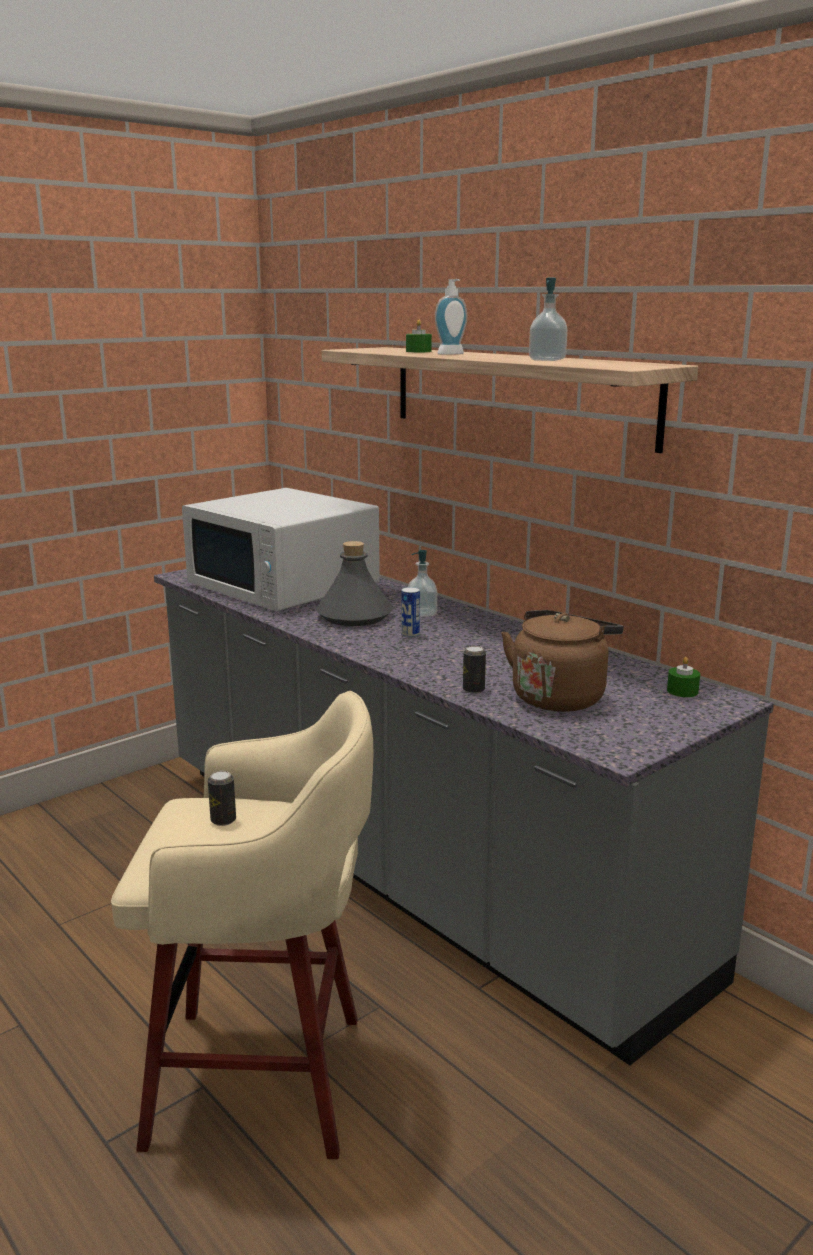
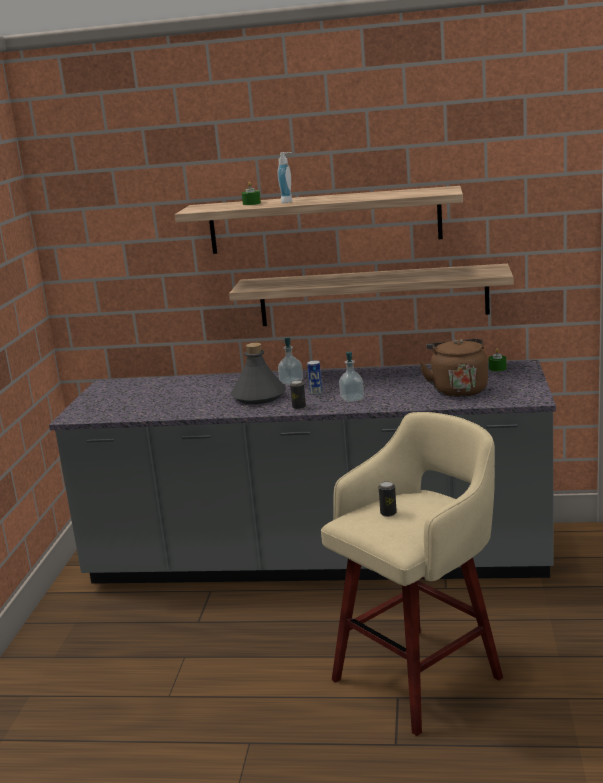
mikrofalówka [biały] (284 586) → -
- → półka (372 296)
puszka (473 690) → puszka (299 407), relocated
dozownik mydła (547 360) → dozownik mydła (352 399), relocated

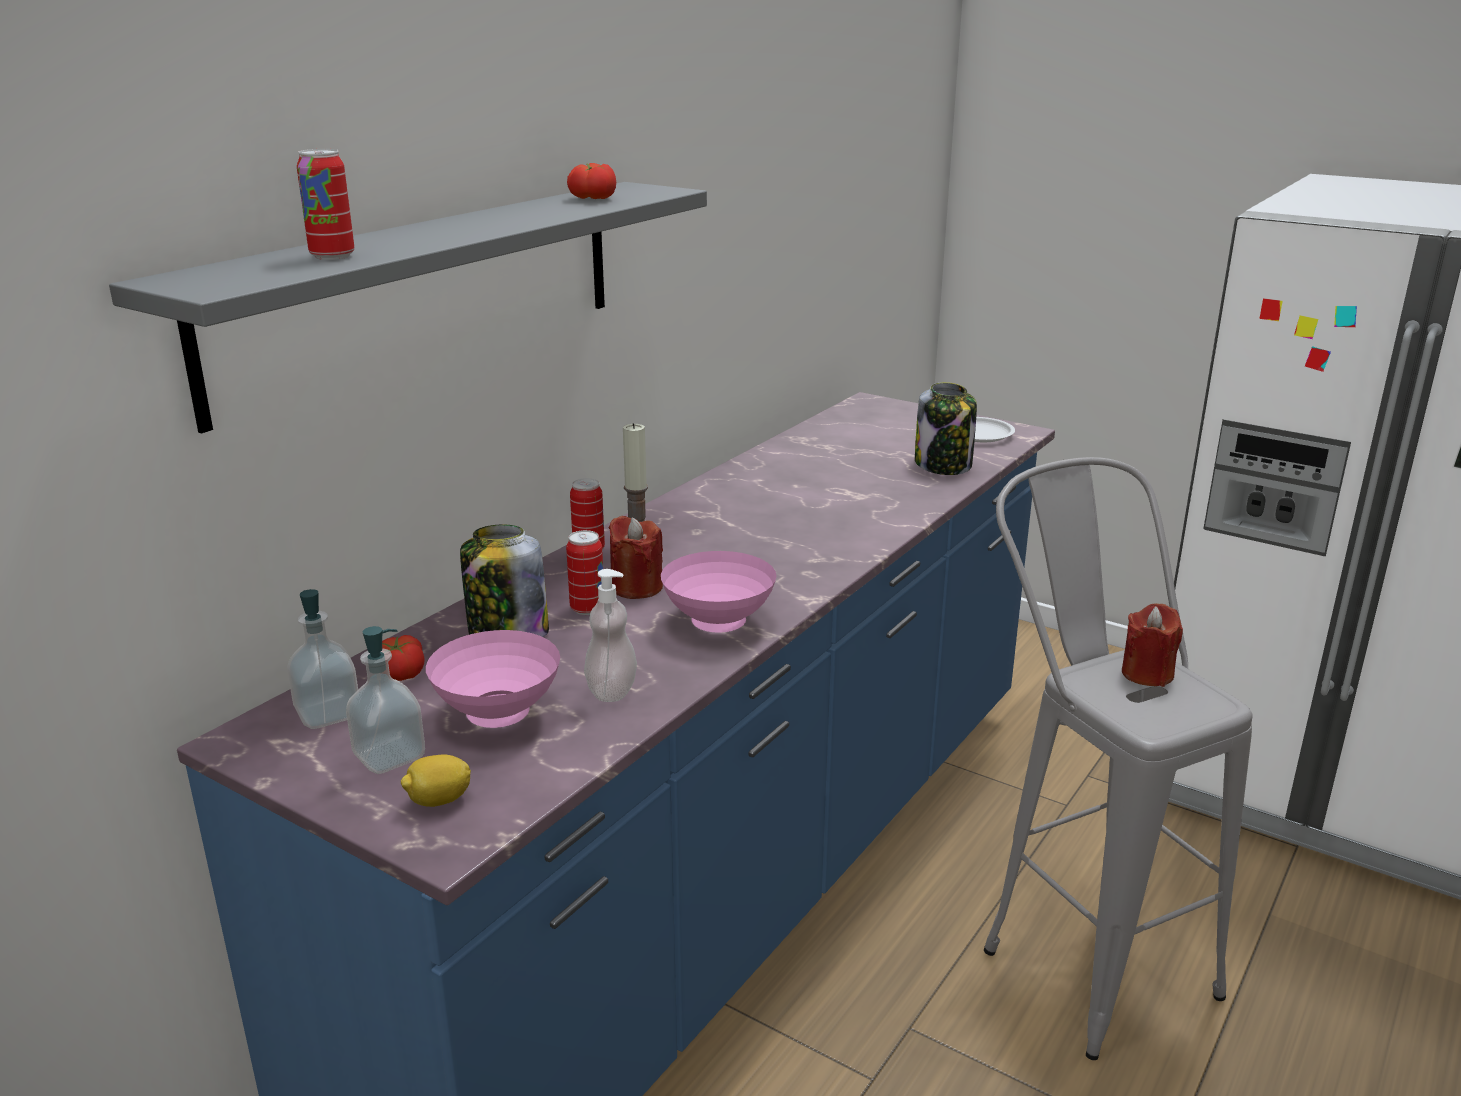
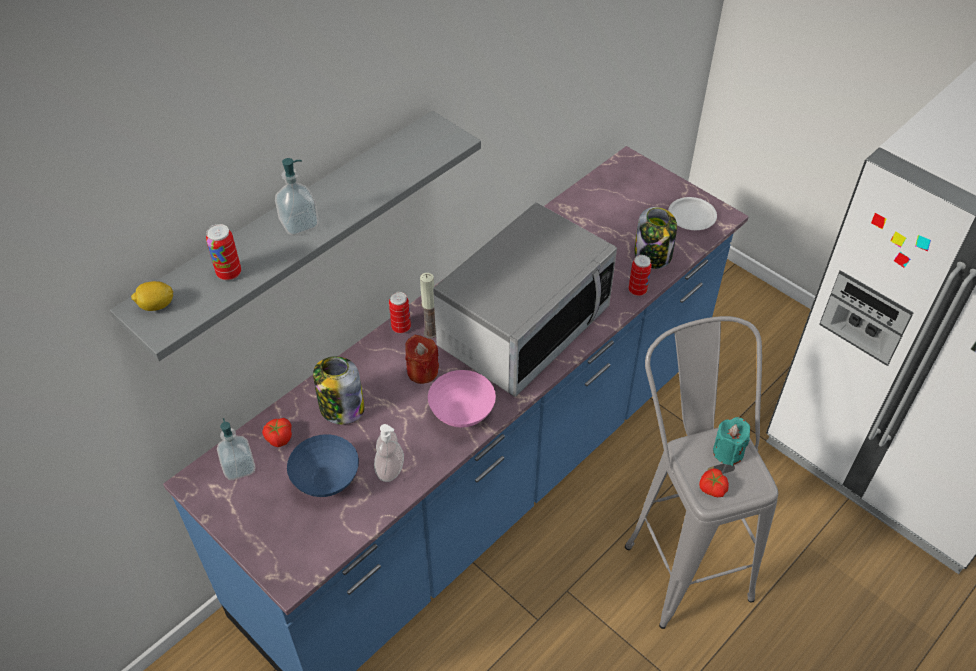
- → mikrofalówka (523 328)
dozownik mydła (389 756) → dozownik mydła (299 224), relocated
cytryna (438 801) → cytryna (156 305), relocated
puszka (587 609) → puszka (637 290), relocated
pomidor (592 199) → pomidor (711 488), relocated
miska [różowy] (497 714) → miska [niebieski] (326 481)
świeca [czerwony] (1147 674) → świeca [turkusowy] (728 452)

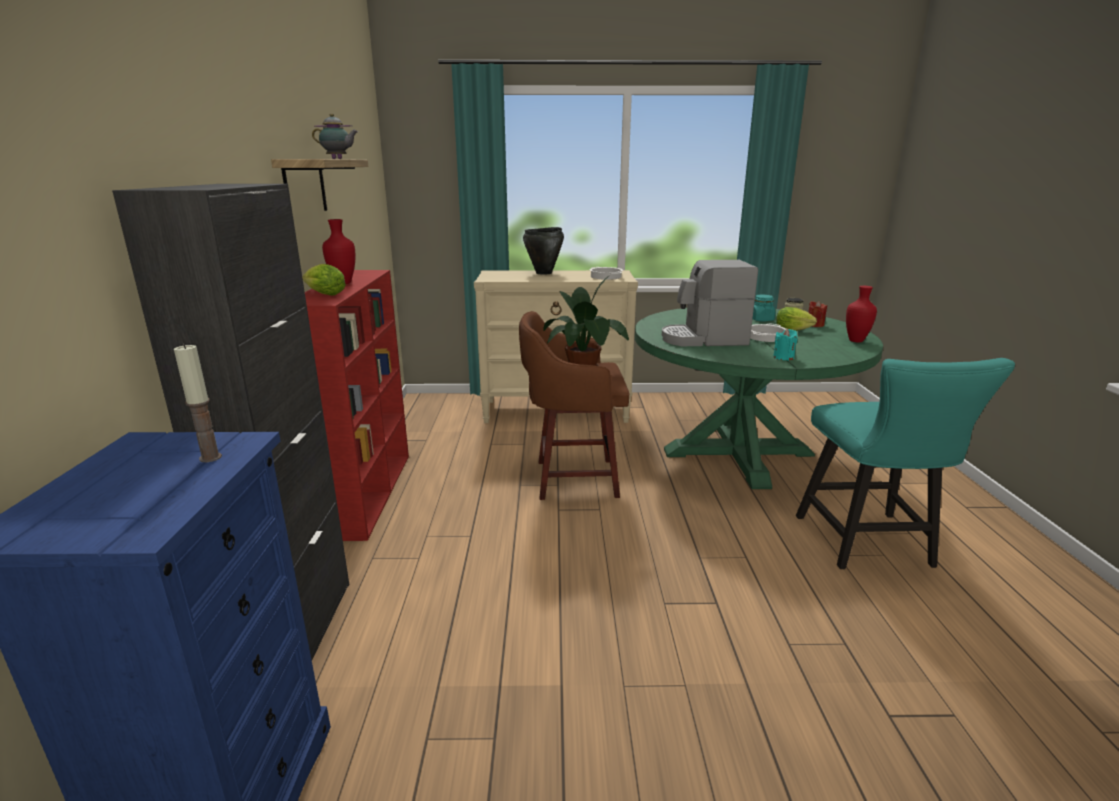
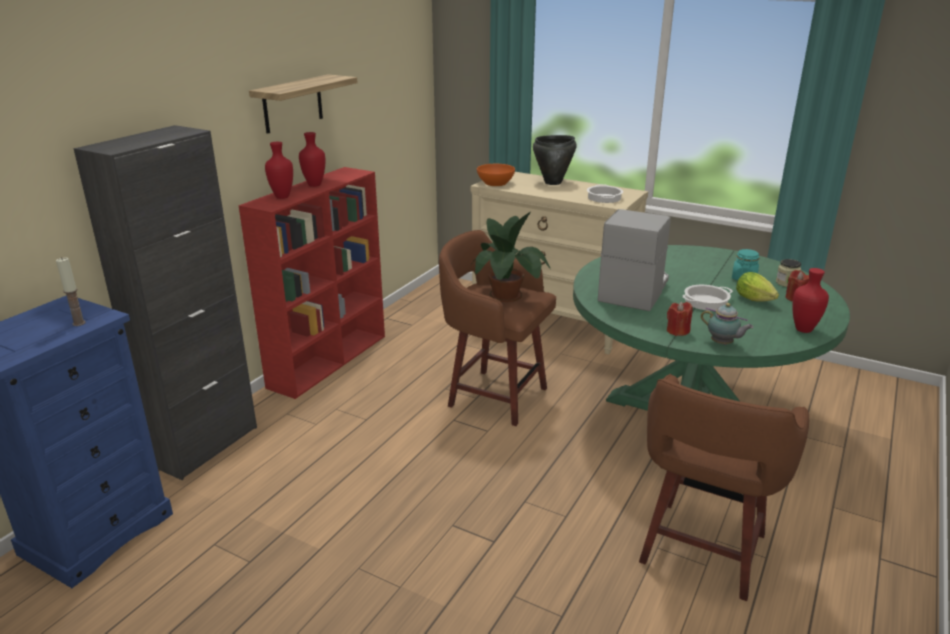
- → miska [pomarańczowy] (496 183)
imbryk (338 159) → imbryk (723 344), relocated
sałata (323 294) → wazon [czerwony] (282 197)
krzesło [turkusowy] (869 546) → stołek [brązowy] (701 552)
świeca [turkusowy] (783 357) → świeca [czerwony] (677 331)
ekspres do kawy (704 339) → ekspres do kawy (634 291), 90 degrees clockwise

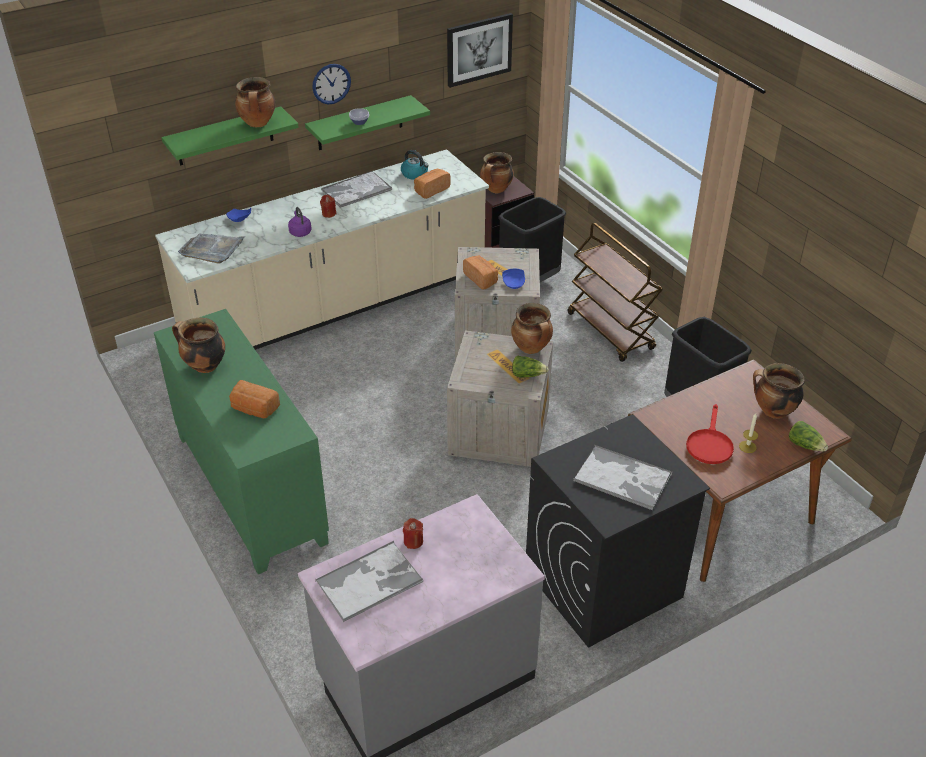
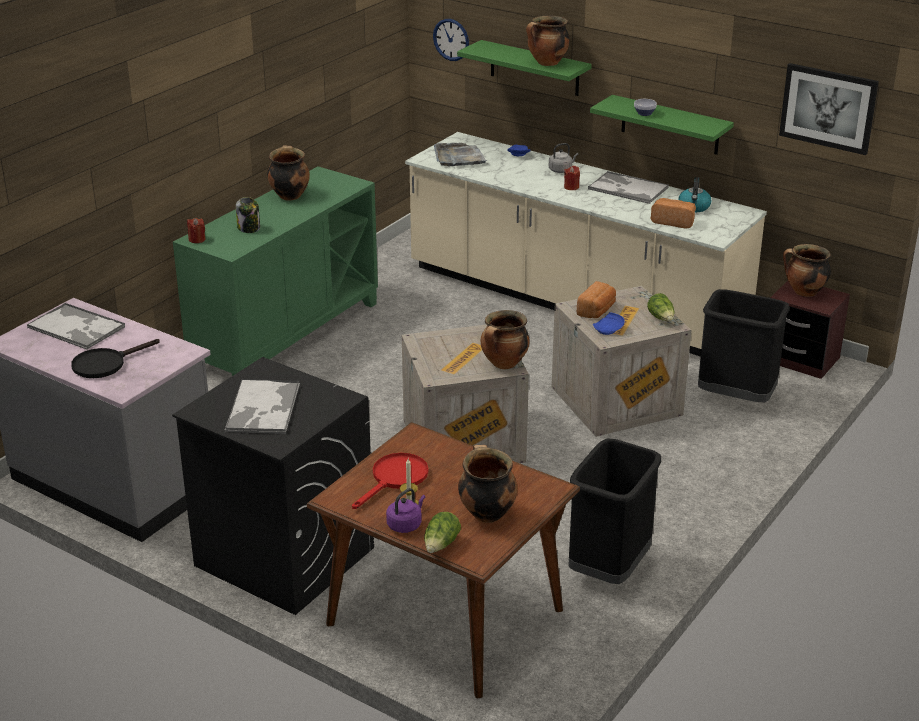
wózek [brązowy] (611 331) → -
- → patelnia [czarny] (105 364)
- → czajnik [szary] (561 170)
czajnik [fioletowy] (300 232) → czajnik [fioletowy] (405 525), relocated
zegar ścienny (331 83) → zegar ścienny (451 39), relocated
świeca [czerwony] (413 541) → świeca [czerwony] (197 239), relocated
sałata (527 374) → sałata (661 318), relocated
chleb (254 409) → słoik (249 228)
patelnia [czerwony] (709 444) → patelnia [czerwony] (395 479), 135 degrees clockwise

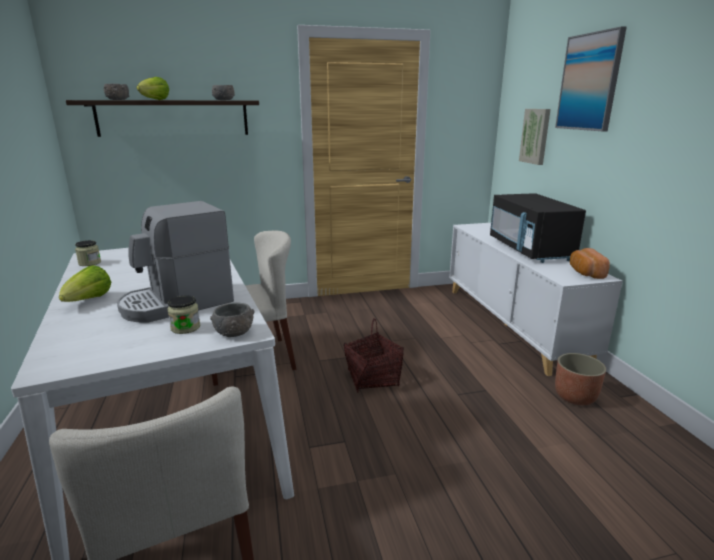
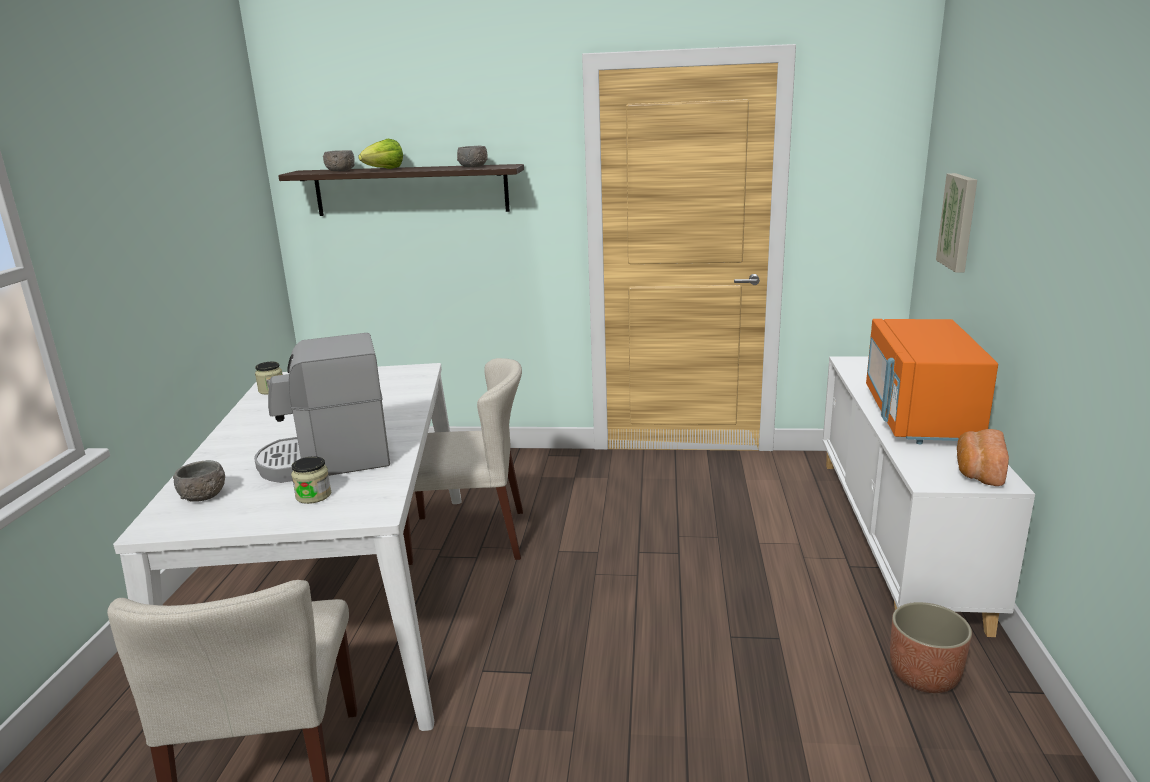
sałata (88 301) → -
koszyk (373 378) → -
obraz (589 82) → -
miska [szary] (234 332) → miska [szary] (203 495), relocated
mikrofalówka [czarny] (529 250) → mikrofalówka [pomarańczowy] (919 417)

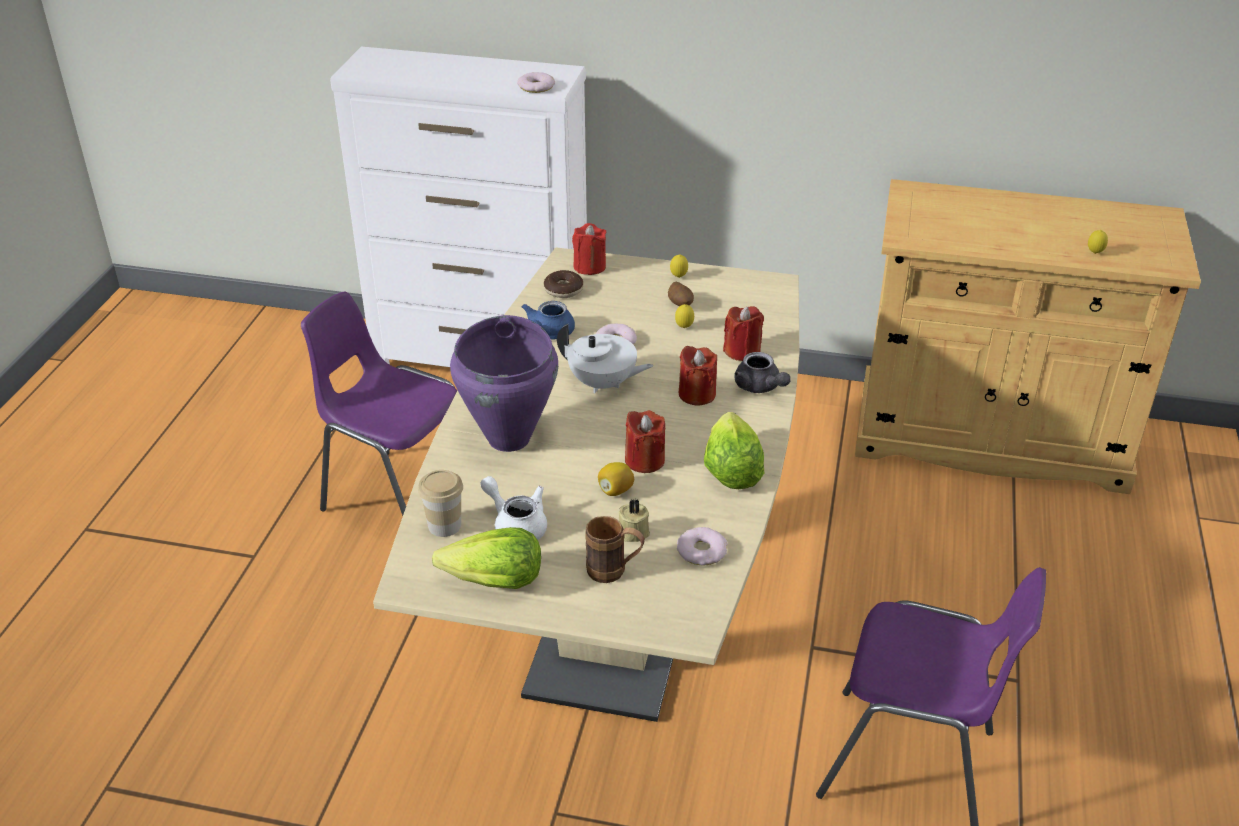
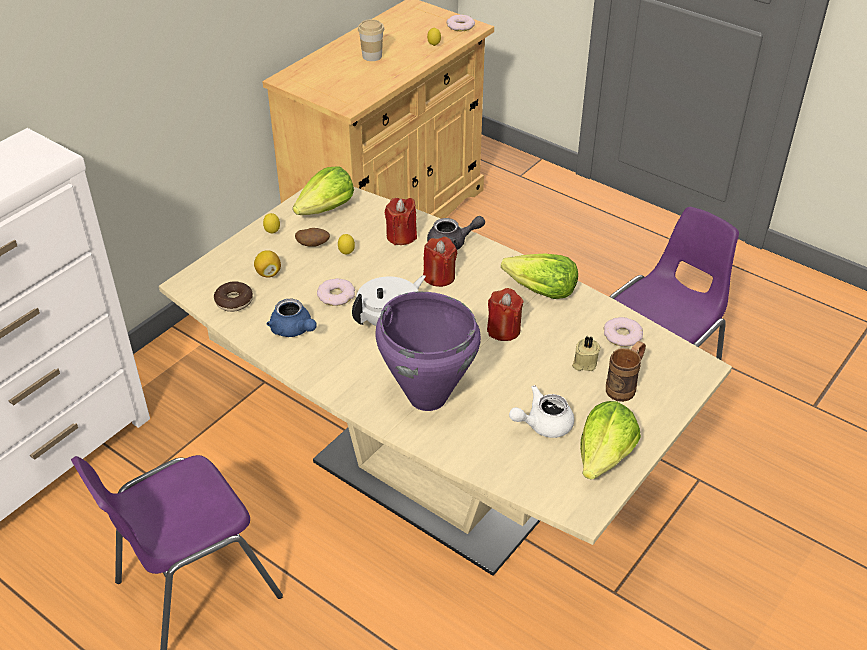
świeca [czerwony] (589 267) → -
- → sałata (326 209)
filiżanka (444 525) → filiżanka (372 56), relocated
donut (536 87) → donut (460 26), relocated
cytryna (615 490) → cytryna (268 273), relocated

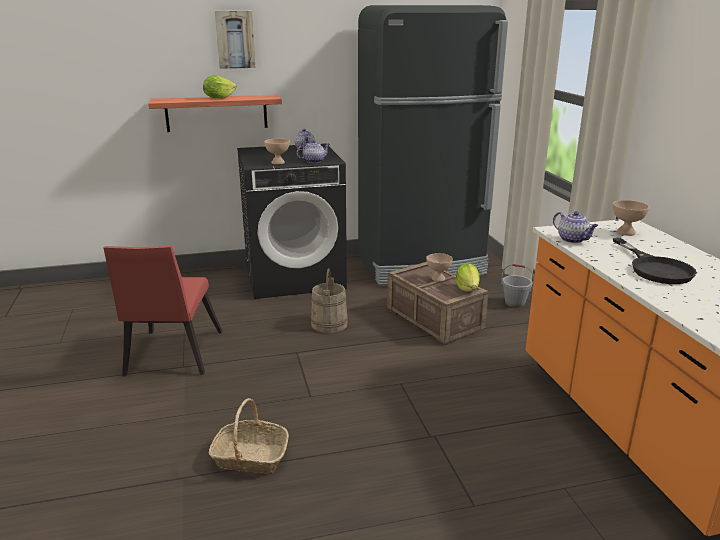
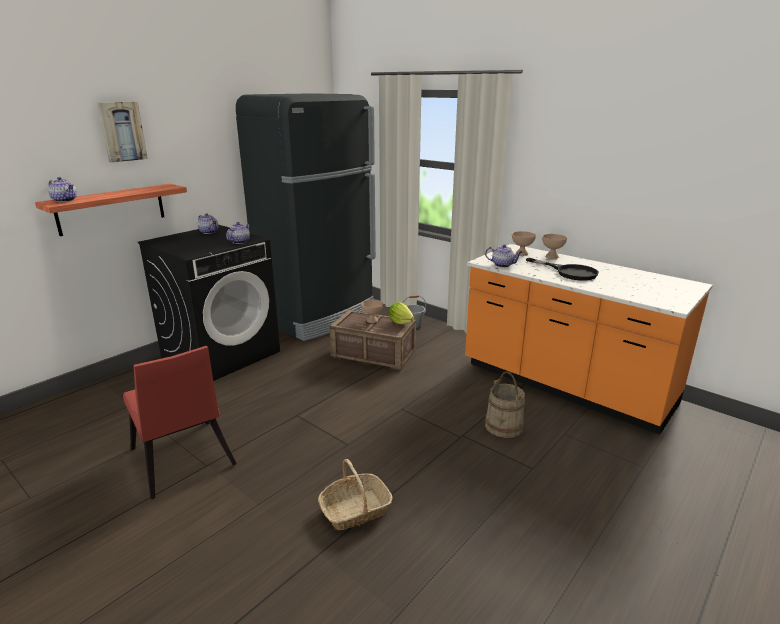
sałata (219 98) → -
- → imbryk (65 200)
miska [beżowy] (277 163) → miska [beżowy] (552 257), relocated
wiadro [beżowy] (329 324) → wiadro [beżowy] (504 426), relocated

